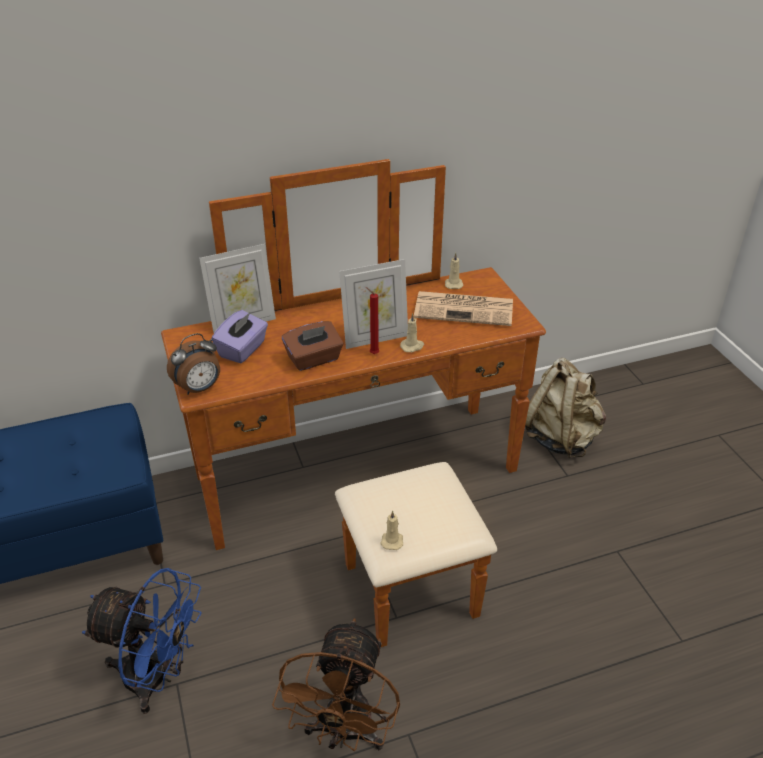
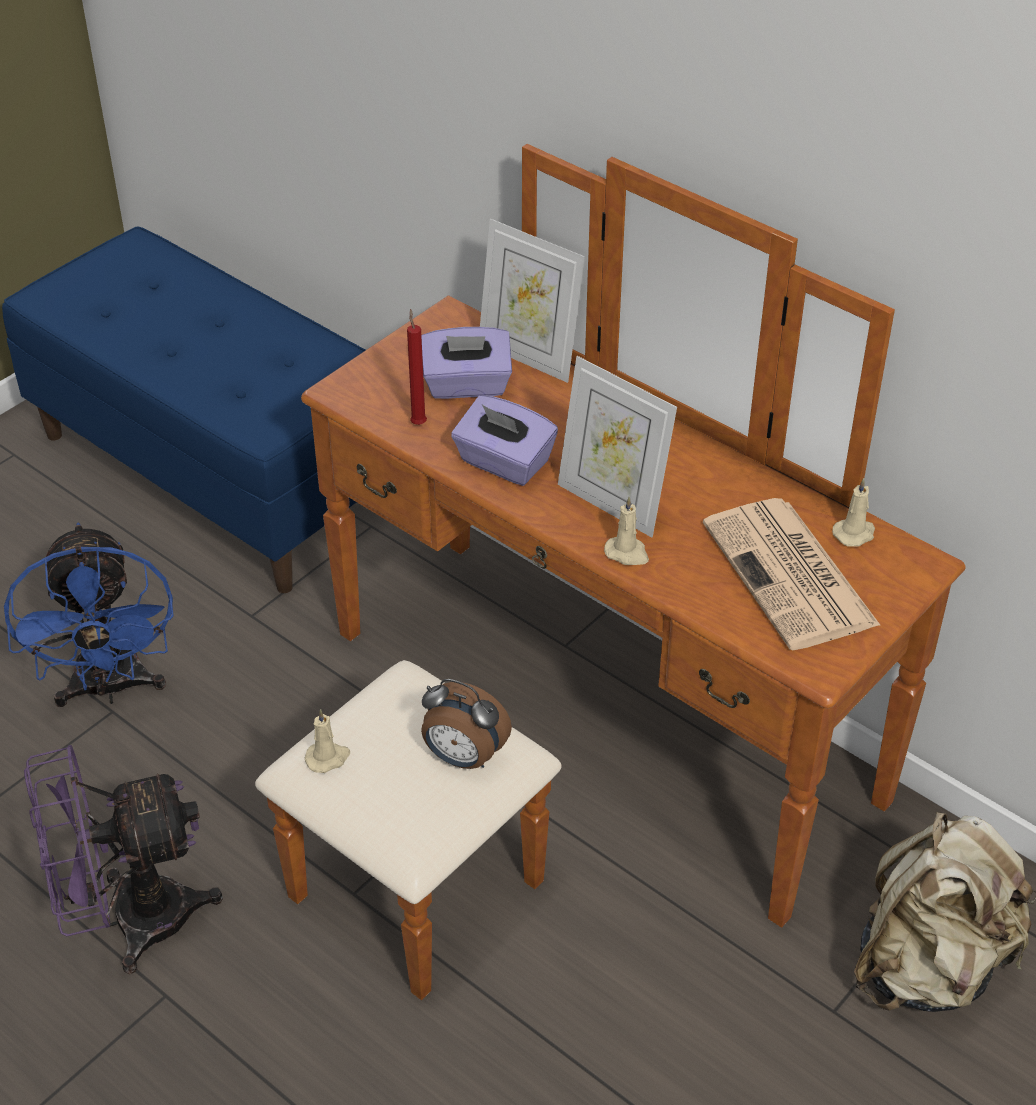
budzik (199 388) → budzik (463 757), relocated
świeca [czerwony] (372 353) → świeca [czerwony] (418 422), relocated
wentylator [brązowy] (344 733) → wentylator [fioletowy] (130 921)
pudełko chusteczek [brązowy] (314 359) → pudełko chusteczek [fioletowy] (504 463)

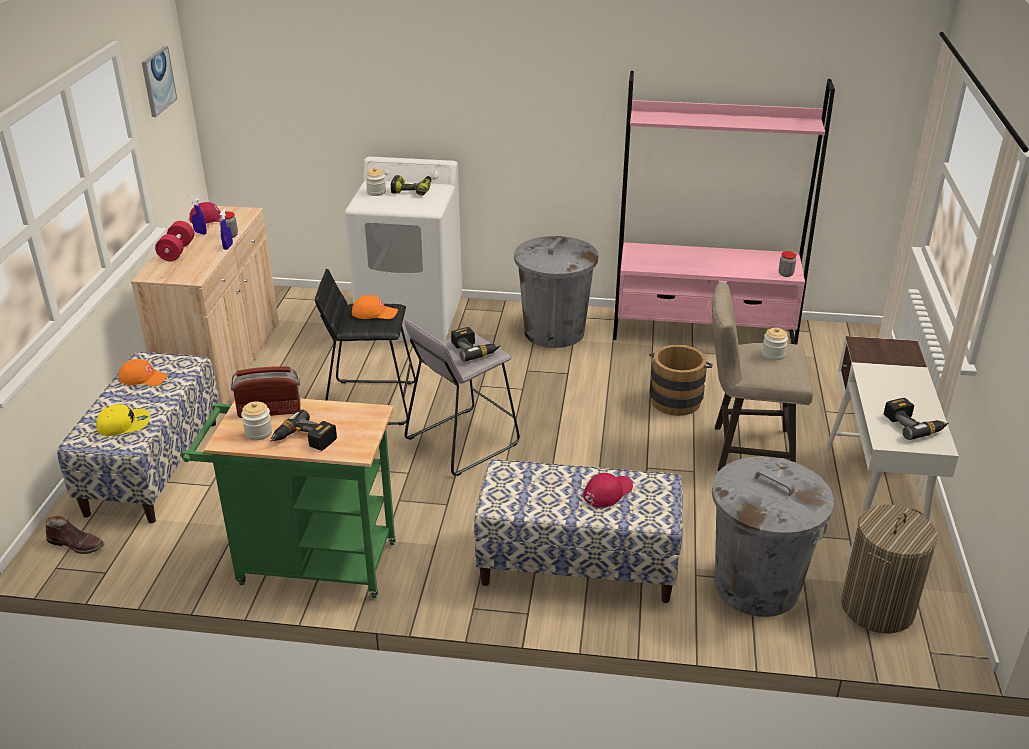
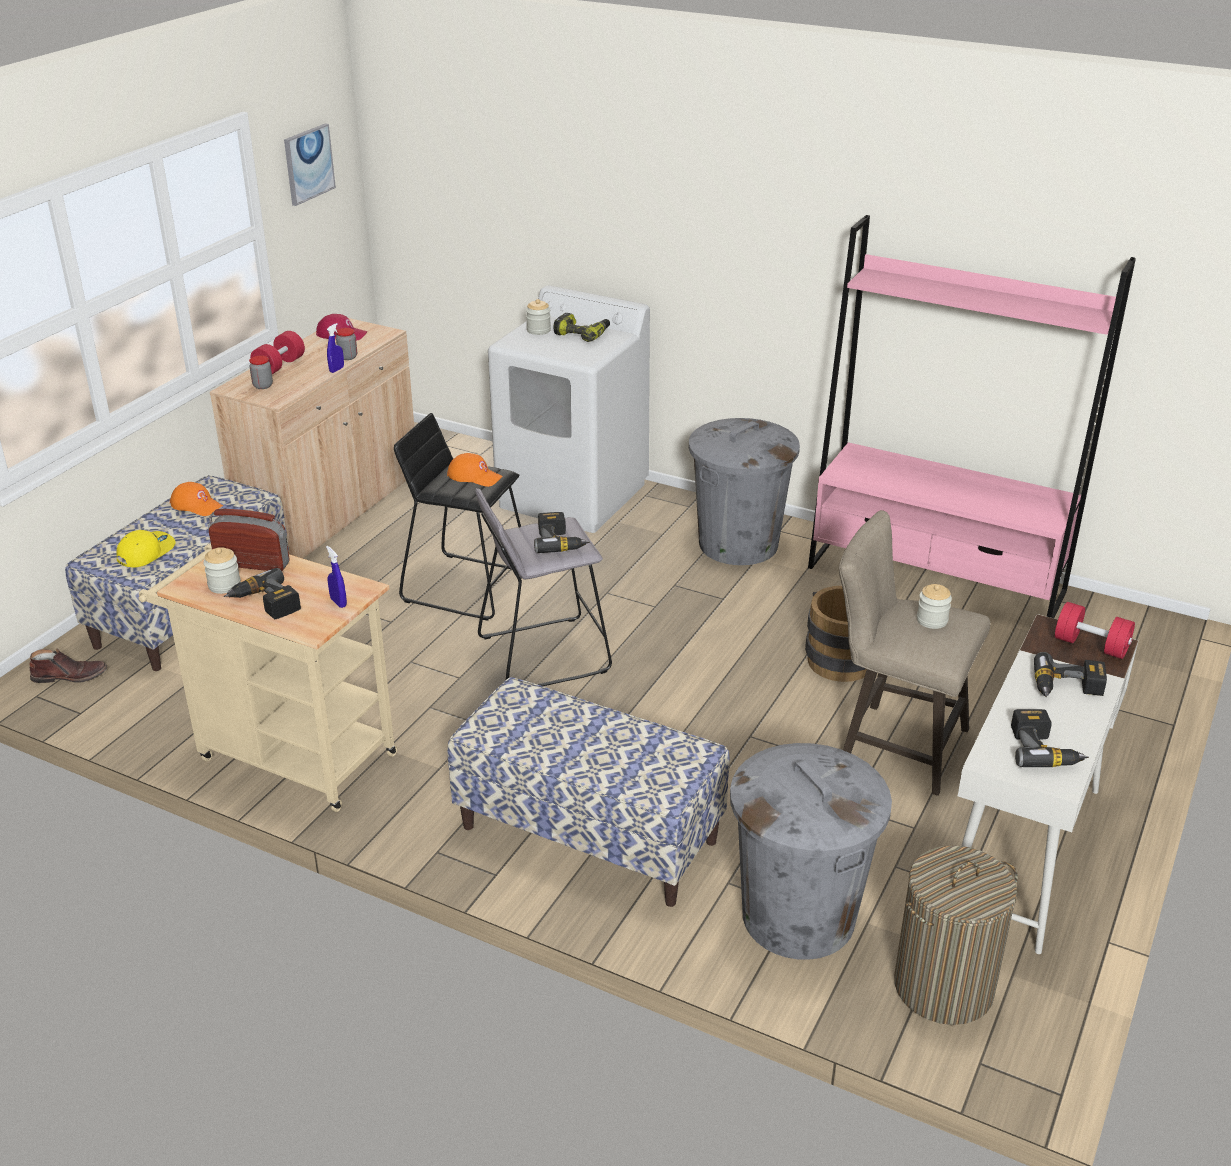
czapka z daszkiem [czerwony] (607 492) → -
- → wiertarka (1067 688)
- → hantel [czerwony] (1091 645)
spryskiwacz [niebieski] (200 233) → spryskiwacz [niebieski] (338 603), relocated
słoik (785 274) → słoik (263 386), relocated
wózek [zielony] (308 563) → wózek [beżowy] (288 755)
but z cholewką [brązowy] (77 544) → but z cholewką [brązowy] (70 676), 45 degrees counterclockwise
czapka z daszkiem [żółty] (124 424) → czapka z daszkiem [żółty] (145 552), 60 degrees counterclockwise

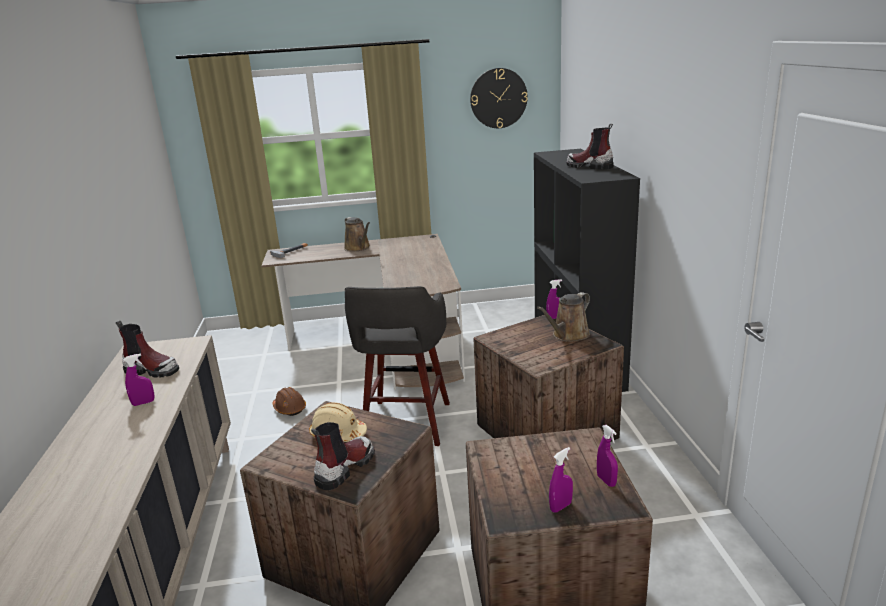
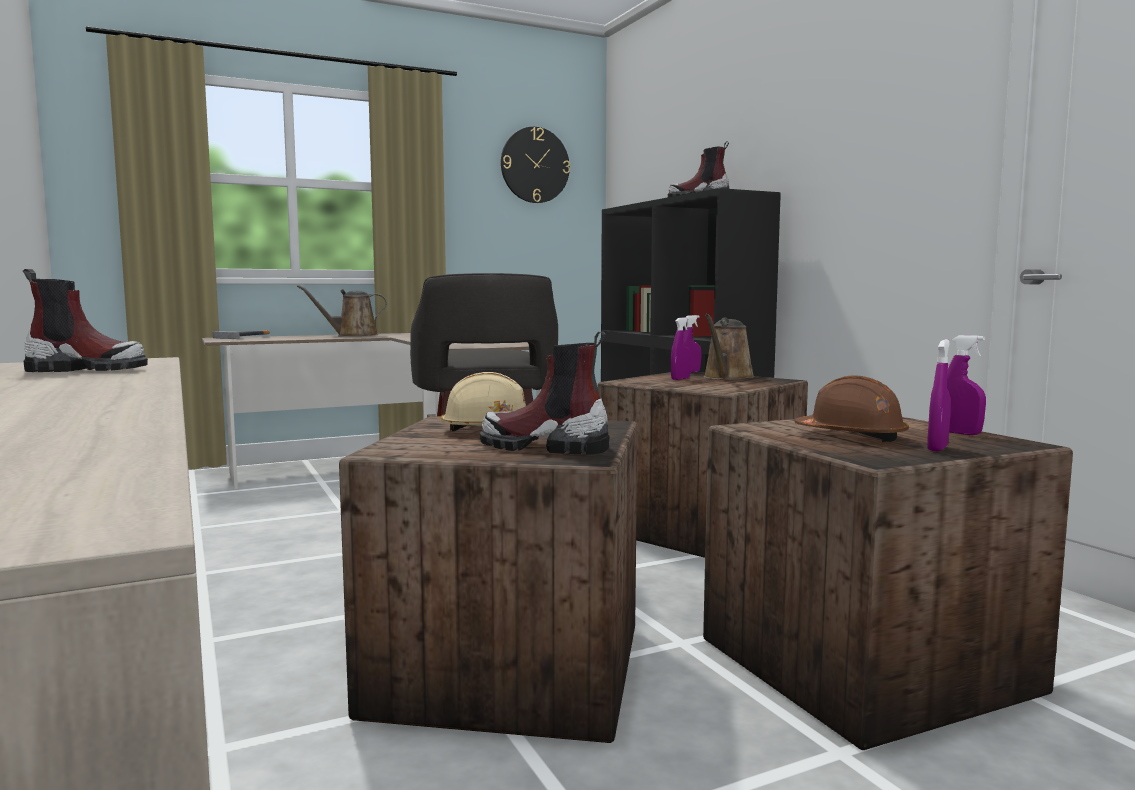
spryskiwacz [fioletowy] (143 403) → spryskiwacz [fioletowy] (680 379), relocated
kask [brązowy] (289 408) → kask [brązowy] (851 436), relocated
but z cholewką (344 468) → but z cholewką (544 447), 90 degrees counterclockwise
konewka [brązowy] (358 248) → konewka [brązowy] (352 335), 120 degrees clockwise

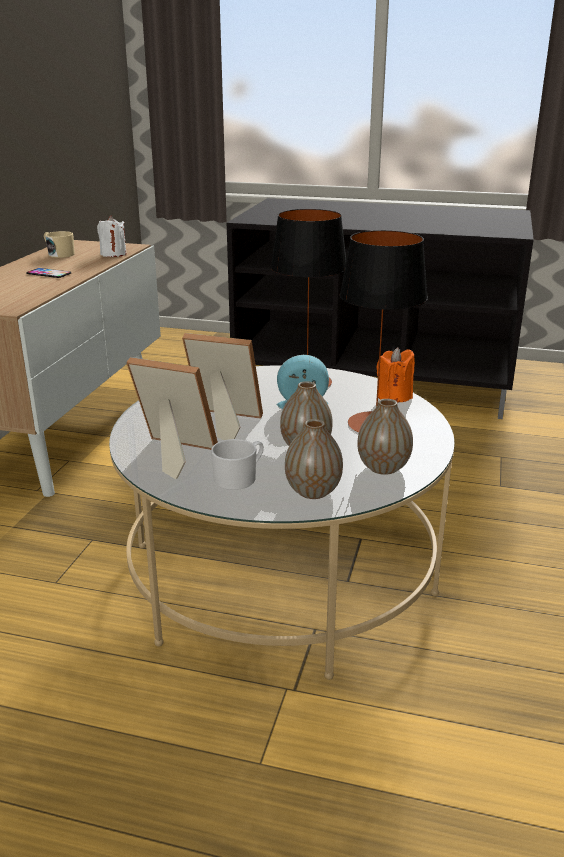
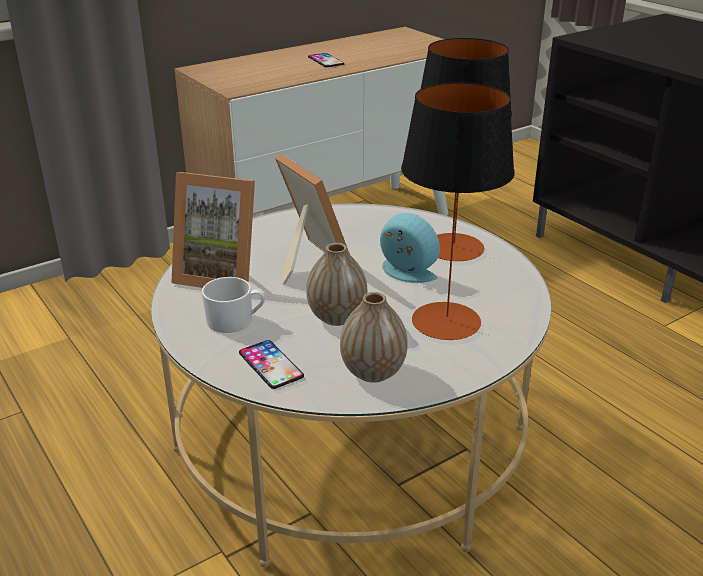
kubek [beżowy] (59 254) → -
świeca [biały] (113 254) → -
świeca [pomarańczowy] (394 396) → -
wazon (313 491) → telefon (270 364)
ramka na zdjęcie (172 454) → ramka na zdjęcie (221 274), 135 degrees clockwise

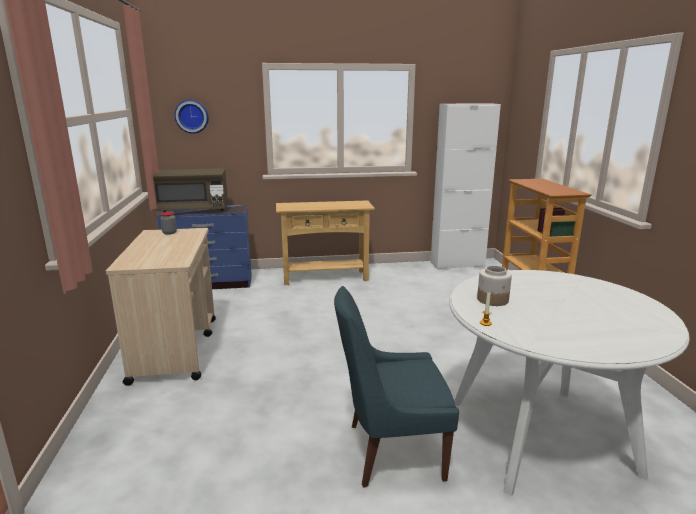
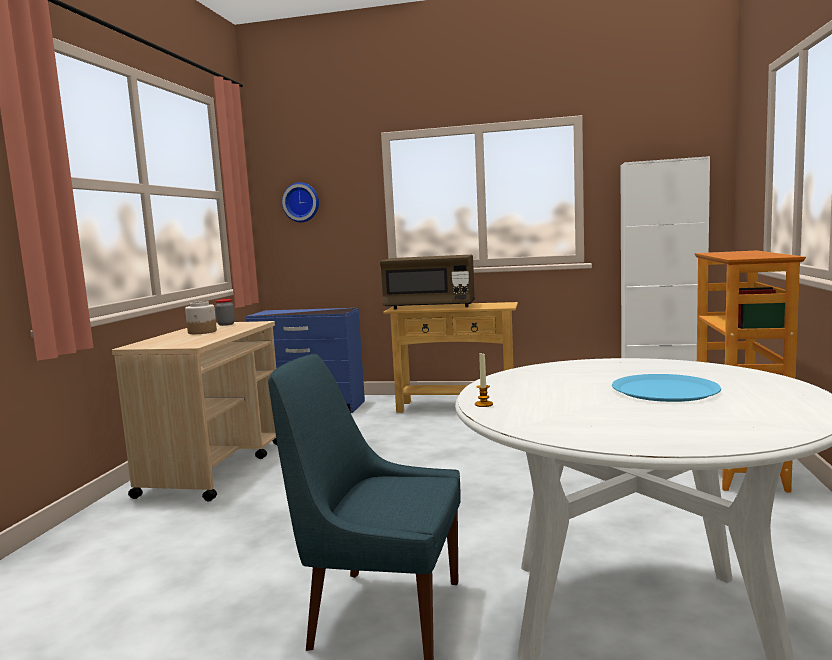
- → talerz [niebieski] (664 390)
mikrofalówka [brązowy] (193 210) → mikrofalówka [brązowy] (430 307), relocated
słoik (493 300) → słoik (202 332), relocated

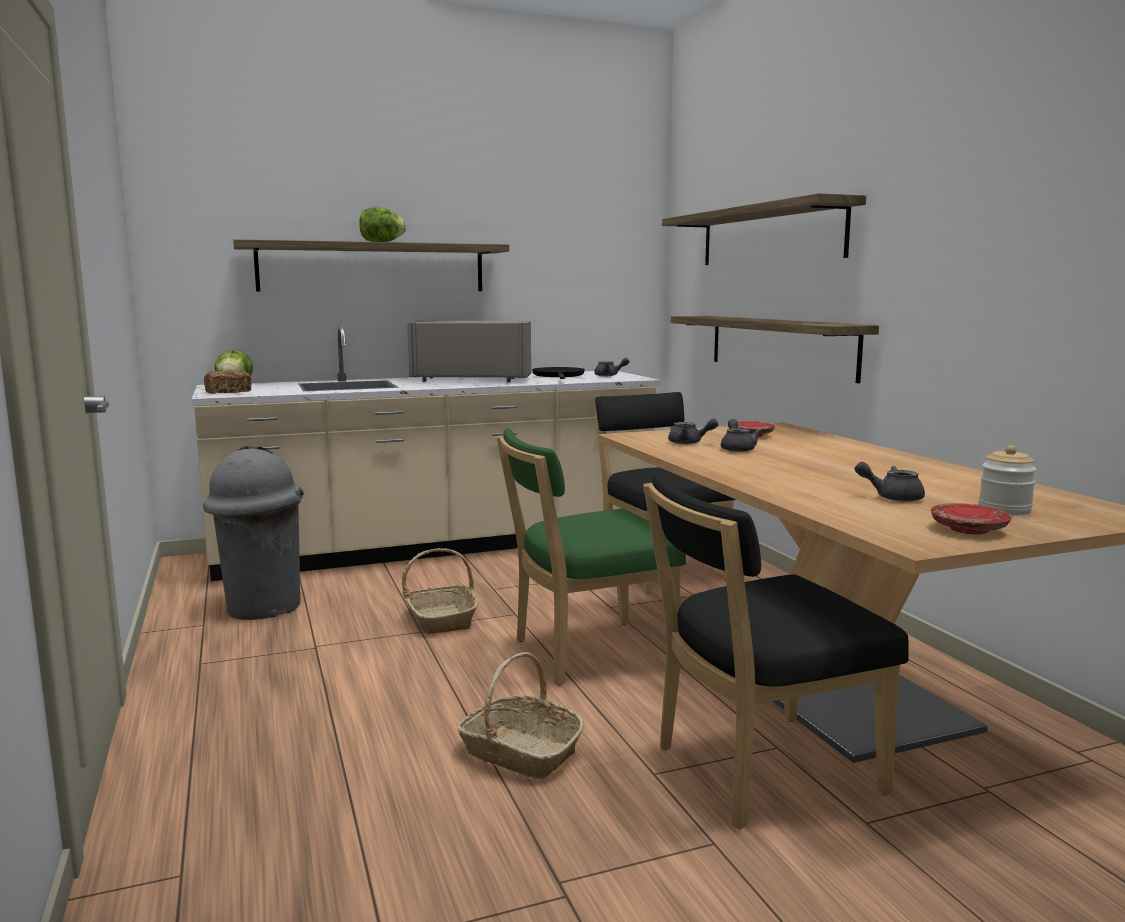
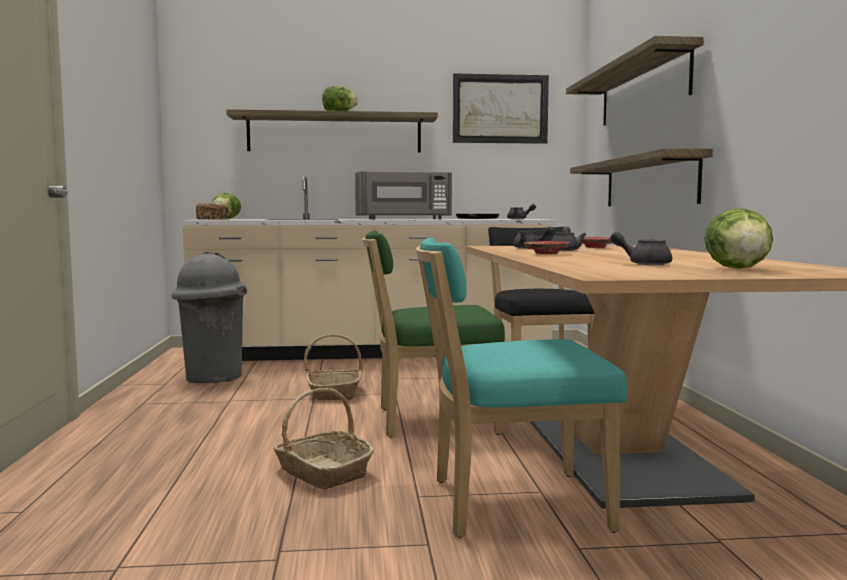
- → obraz (500 109)
talerz [czerwony] (969 529) → talerz [czerwony] (546 253), relocated
słoik (1004 510) → sałata (738 269)
krzesło [czarny] (757 771) → krzesło [turkusowy] (509 504)
mikrofalówka [szary] (472 379) → mikrofalówka [szary] (404 219), 150 degrees clockwise

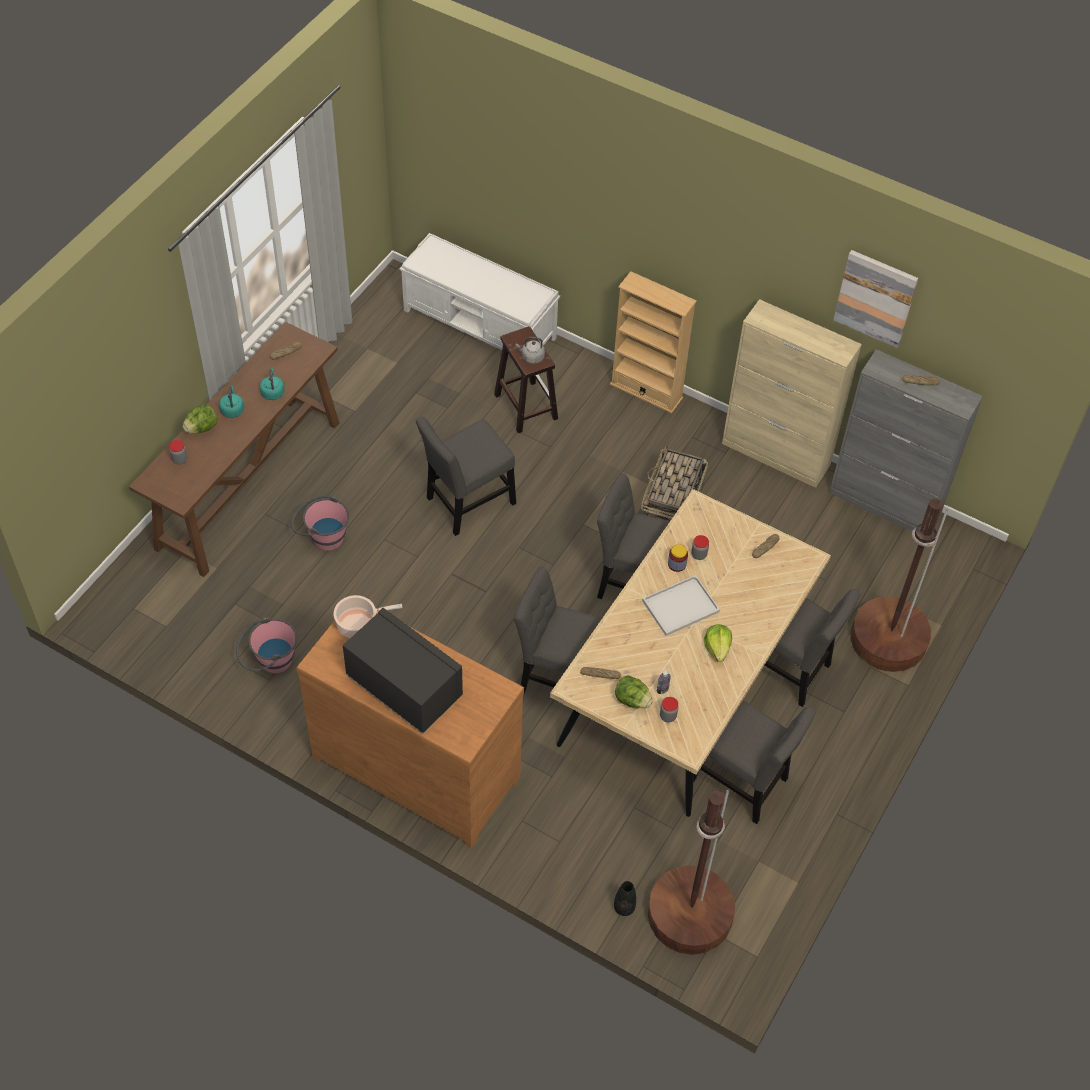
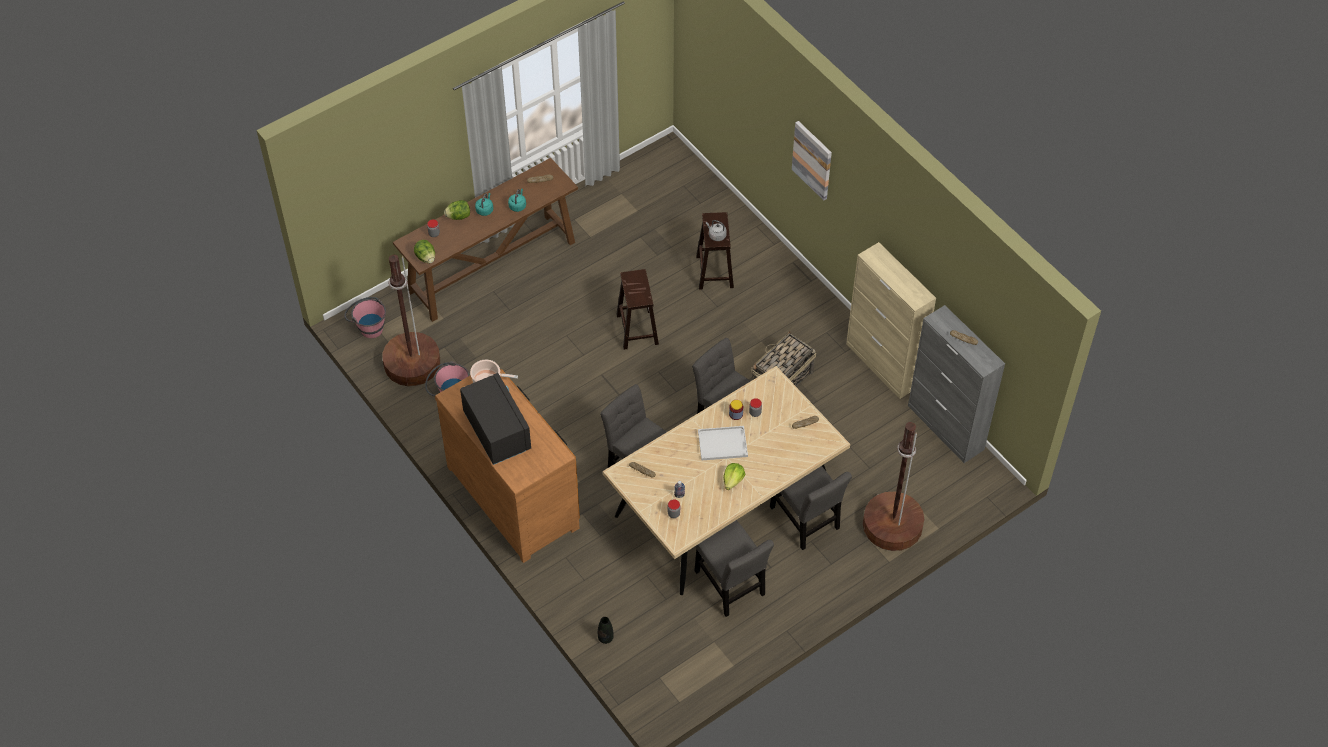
ławka [biały] (480 324) → -
regał [beżowy] (646 391) → -
wiadro [różowy] (322 537) → wiadro [różowy] (368 326), relocated
sałata (632 700) → sałata (426 257), relocated
lampa stojąca [brązowy] (689 915) → lampa stojąca [brązowy] (412 364), relocated
obraz (875 297) → obraz (812 160), relocated
krzesło [szary] (467 503) → stołek [brązowy] (637 329)

